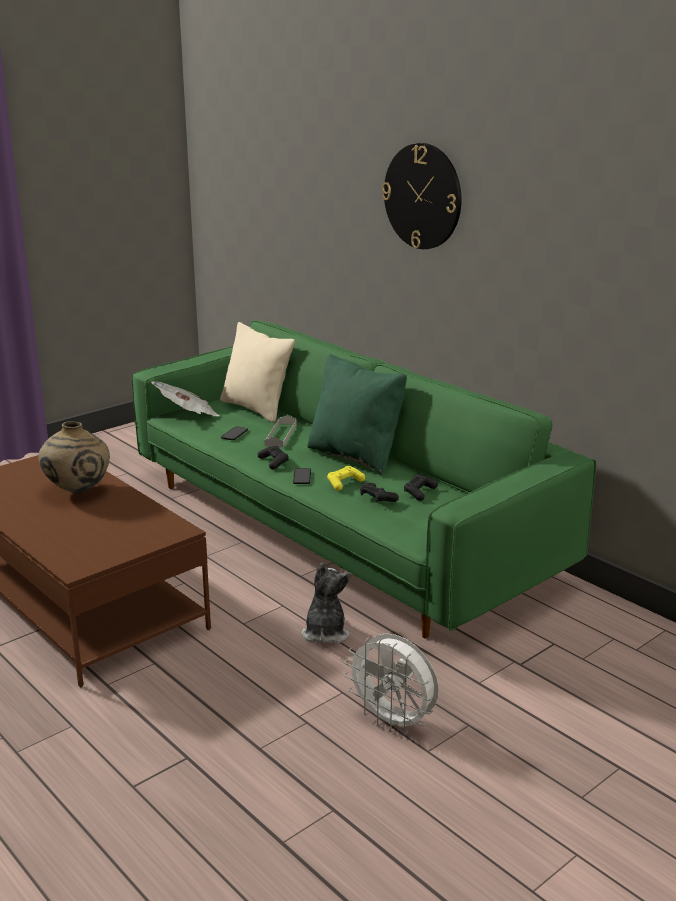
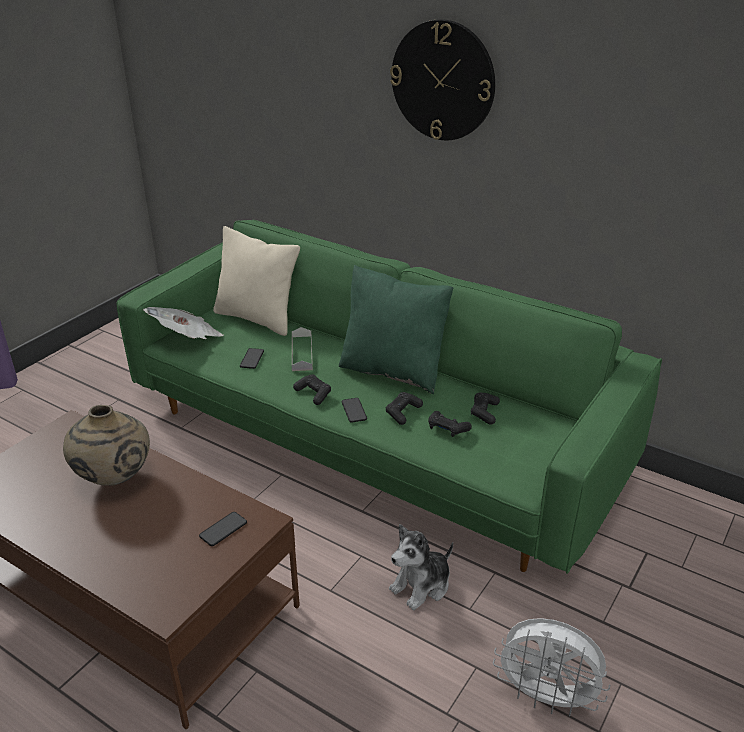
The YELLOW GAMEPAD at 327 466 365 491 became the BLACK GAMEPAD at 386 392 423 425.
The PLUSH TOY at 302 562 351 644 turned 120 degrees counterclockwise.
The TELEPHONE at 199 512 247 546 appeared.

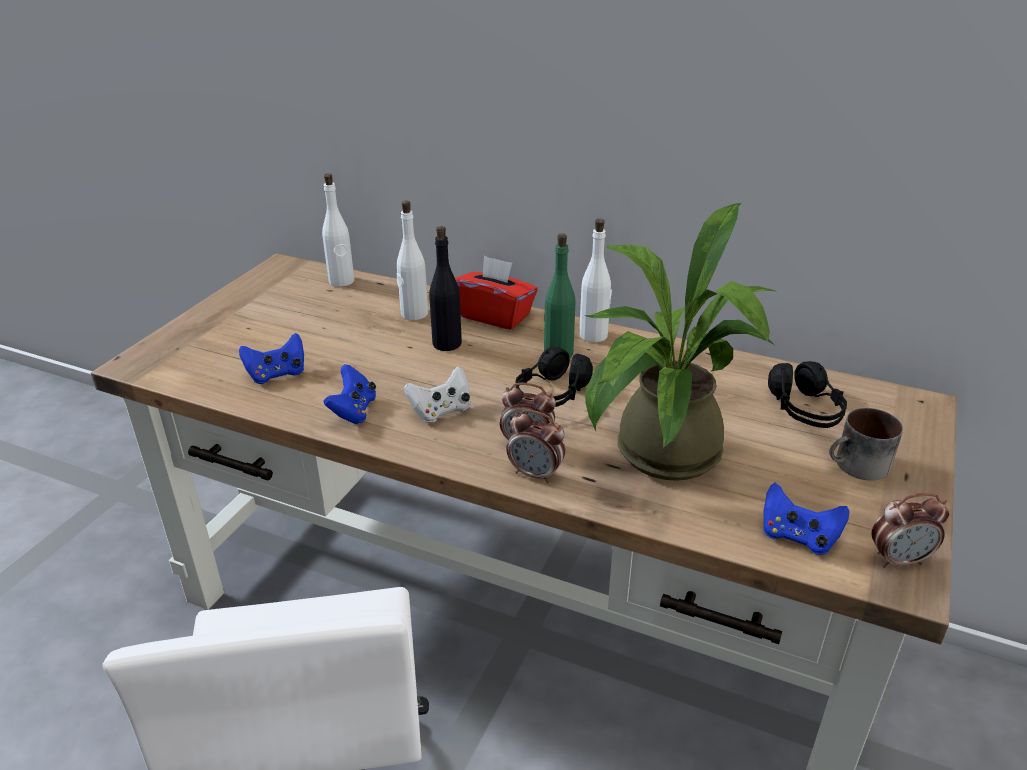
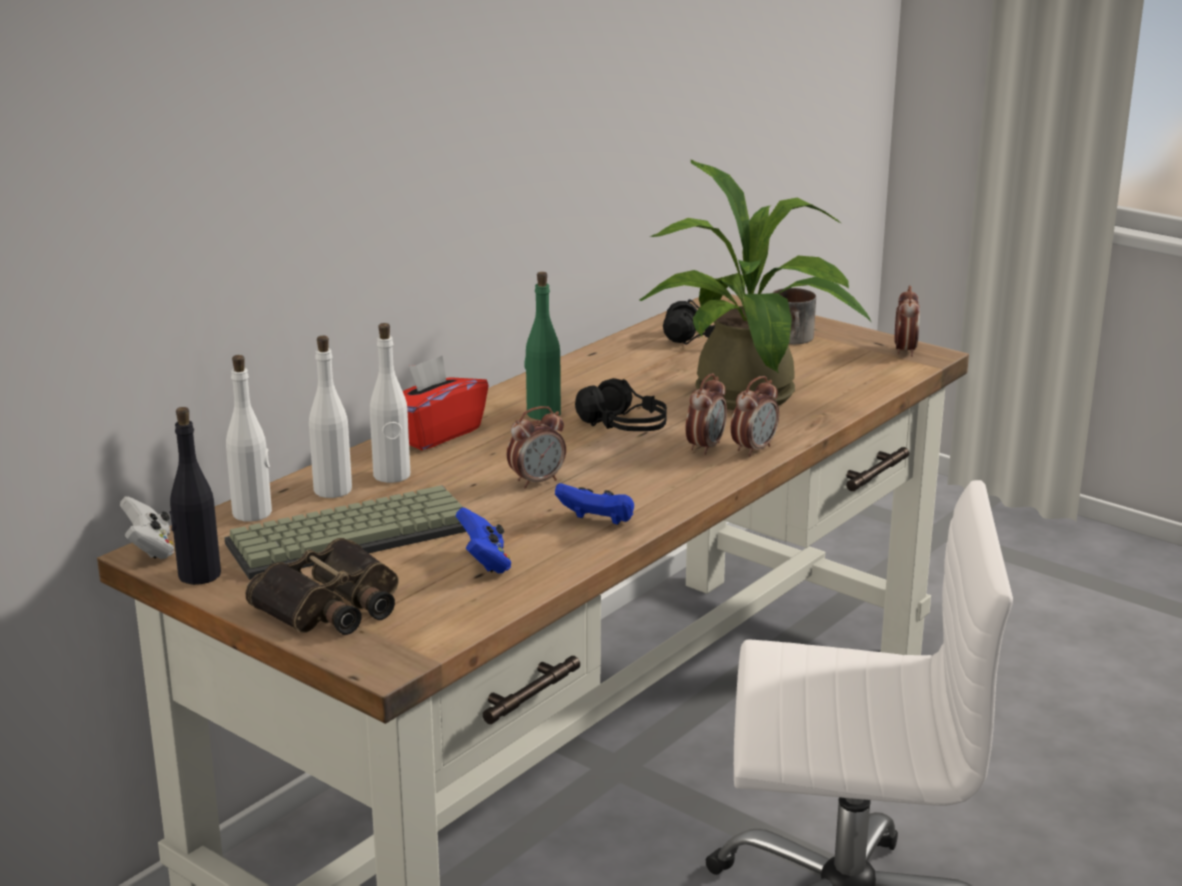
The WHITE-COLOURED BEVERAGE BOTTLE moved from 579 219 612 342 to 309 336 352 498.
The BLACK BEVERAGE BOTTLE moved from 429 226 462 351 to 169 407 221 585.
The WHITE-COLOURED GAMEPAD moved from 404 366 471 423 to 120 496 174 559.
The BLUE-COLOURED GAMEPAD at 763 483 849 555 disappeared.
The BEDSIDE CLOCK at 507 406 566 488 appeared.
The PC KEYBOARD at 225 485 466 580 appeared.
The BINOCULARS at 245 538 399 635 appeared.

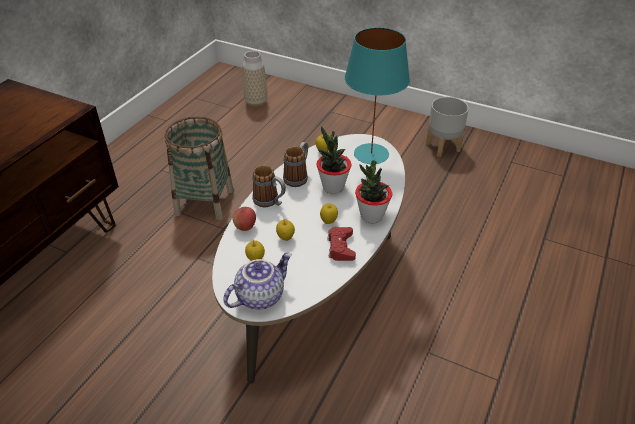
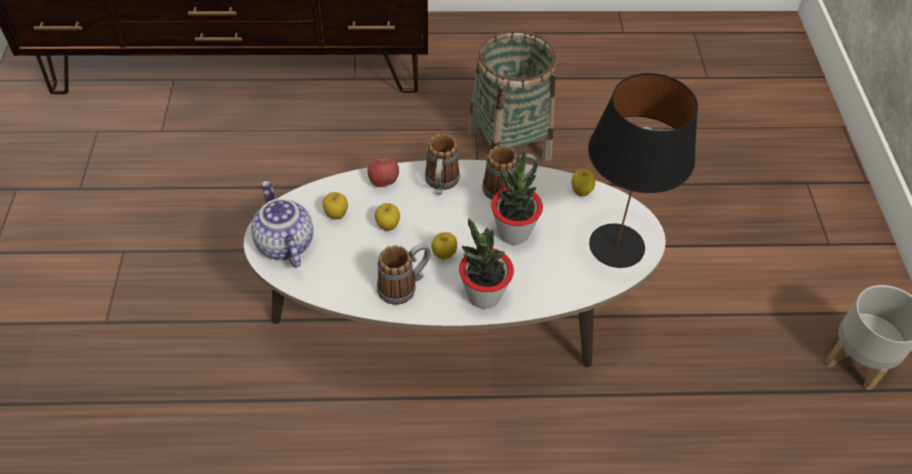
The TURQUOISE-COLOURED LAMP FOR A TABLE at 344 27 410 164 became the BLACK LAMP FOR A TABLE at 588 73 698 268.
The VASE at 243 51 268 107 disappeared.
The RED-COLOURED GAMEPAD at 327 227 356 261 was replaced by the MUG at 377 243 431 305.
The TEAPOT at 223 253 292 309 turned 135 degrees counterclockwise.

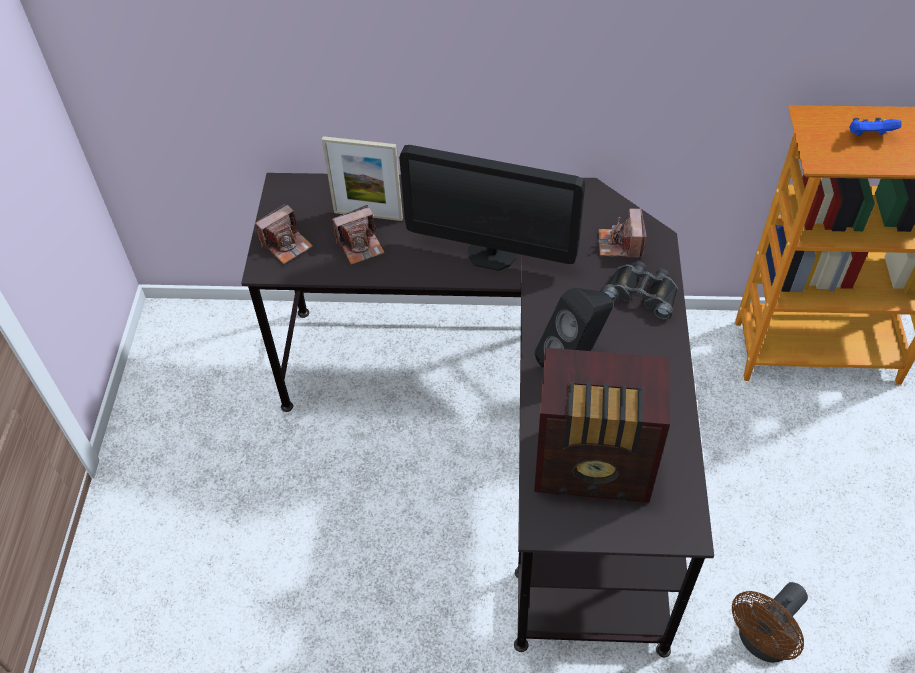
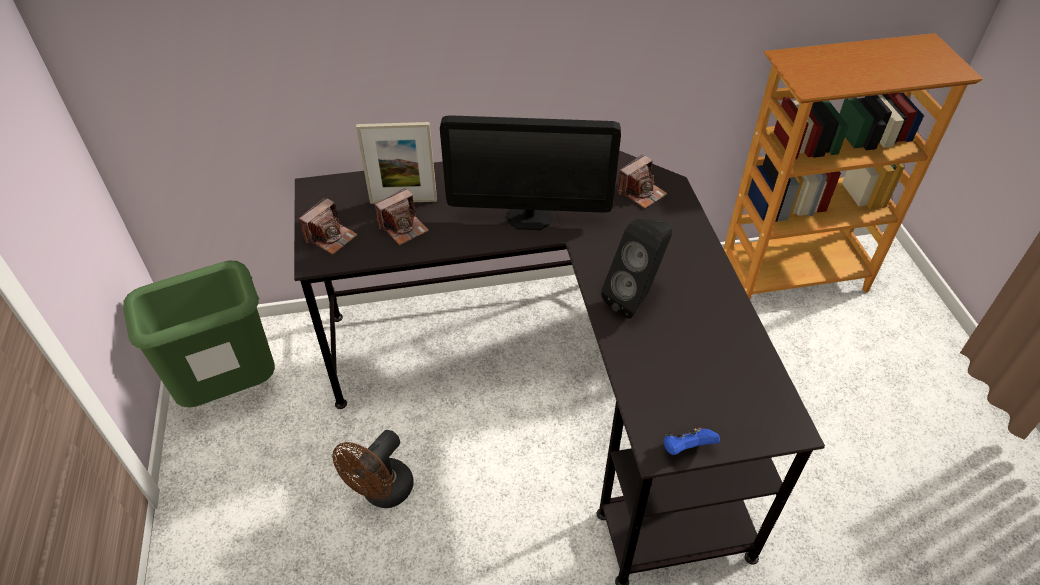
The BLUE-COLOURED GAMEPAD moved from 849 118 902 136 to 663 428 720 455.
The PHOTO CAMERA at 598 208 647 258 turned 120 degrees counterclockwise.
The BLACK BINOCULARS at 602 261 678 319 disappeared.
The RADIO RECEIVER at 534 348 670 502 disappeared.
The BROWNISH COOLING FAN moved from 732 582 808 663 to 332 430 414 508.
The GREENISH TRASH CAN at 123 261 275 408 appeared.

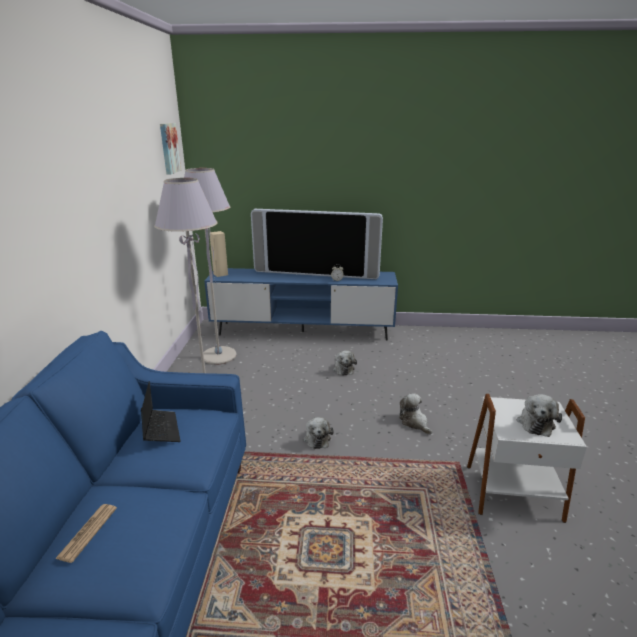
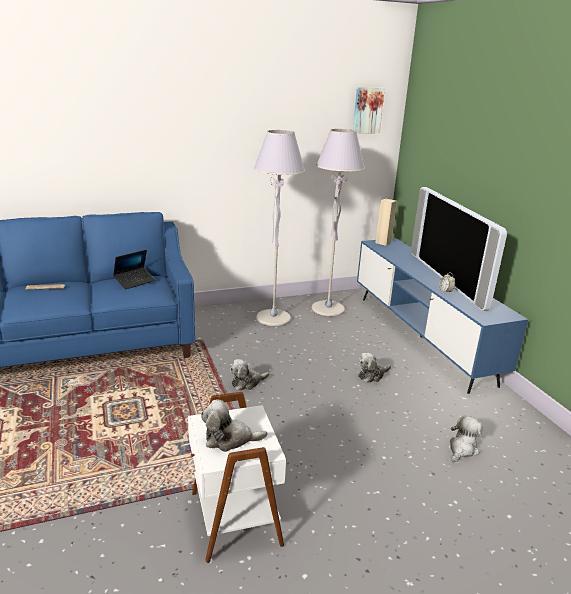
The PLUSH TOY moved from 399 393 432 435 to 450 416 483 462.

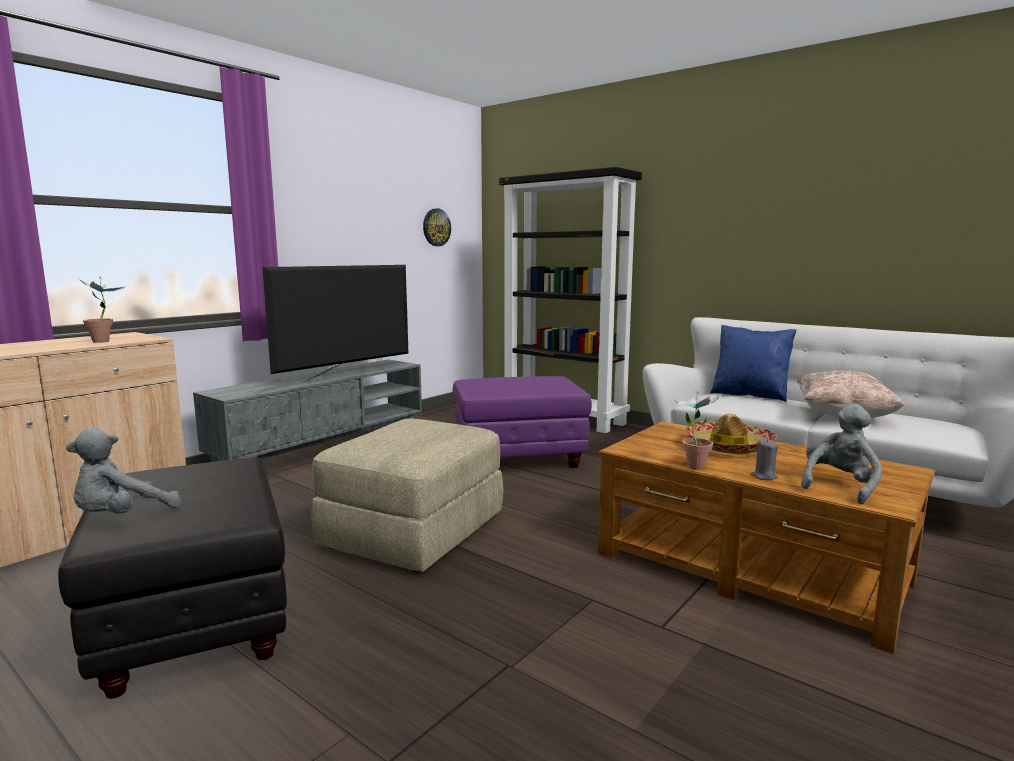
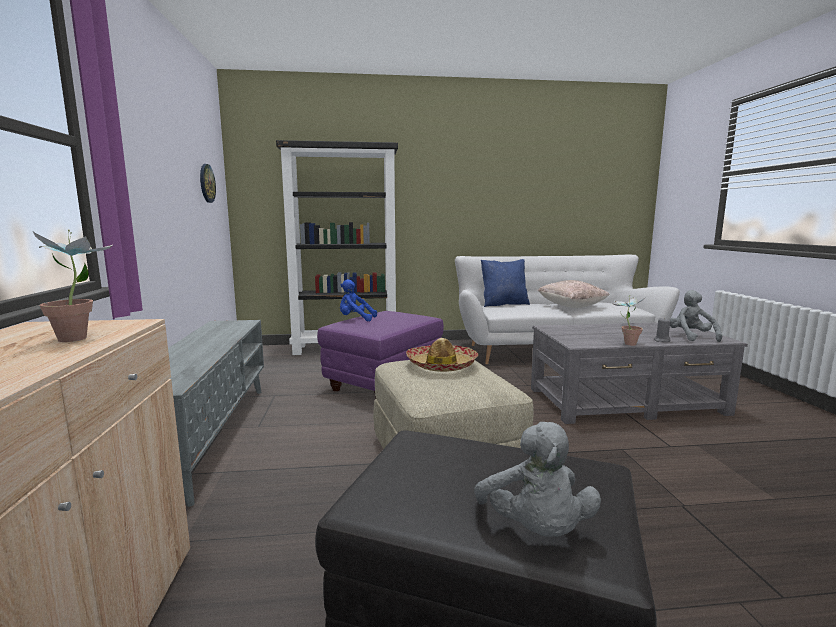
The TV at 262 265 409 382 disappeared.
The HAT moved from 685 413 777 454 to 406 338 479 372.
The BROWNISH LOUNGE TABLE at 598 421 935 654 became the GREYISH LOUNGE TABLE at 531 322 748 424.
The BLUE-COLOURED PLUSH TOY at 340 279 377 321 appeared.

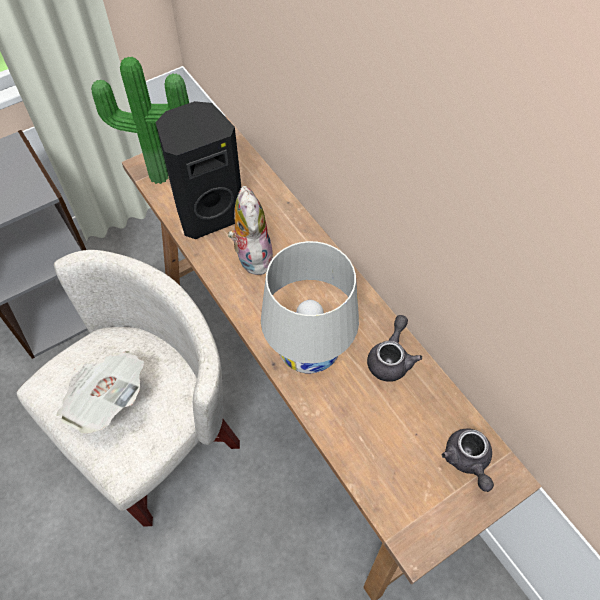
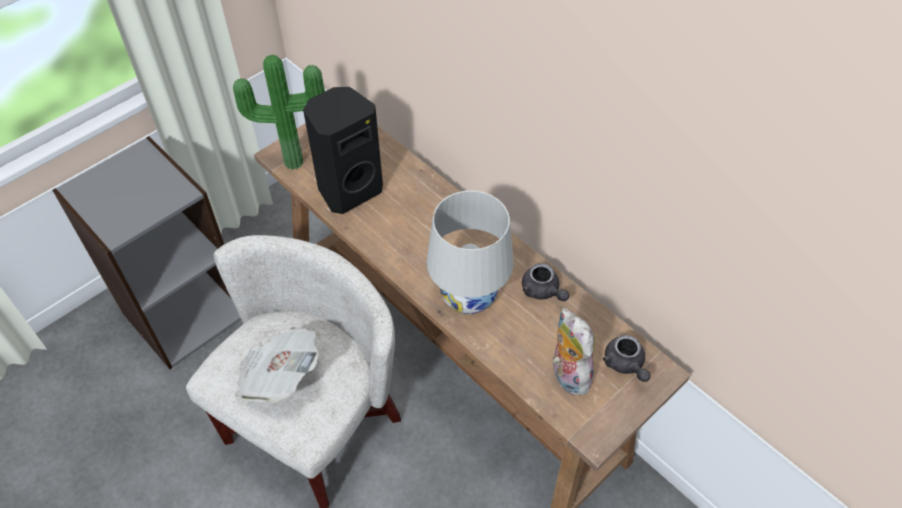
The PLUSH TOY moved from 228 186 273 275 to 553 308 595 395.
The GREYISH TEAPOT at 367 315 422 382 turned 135 degrees clockwise.

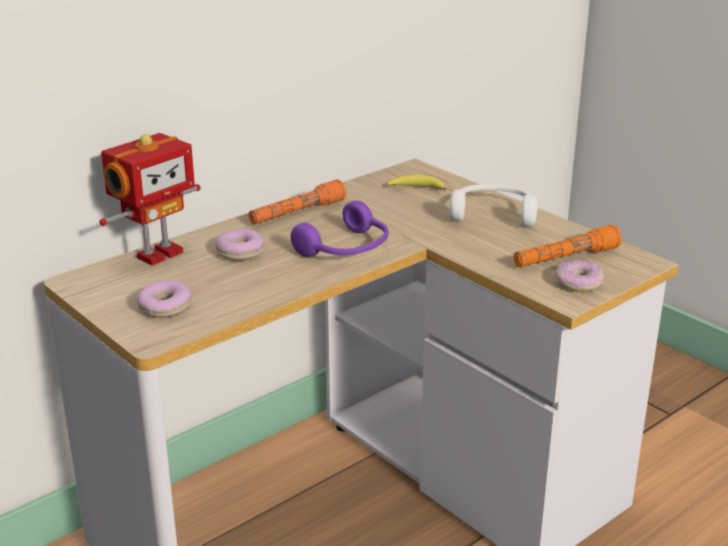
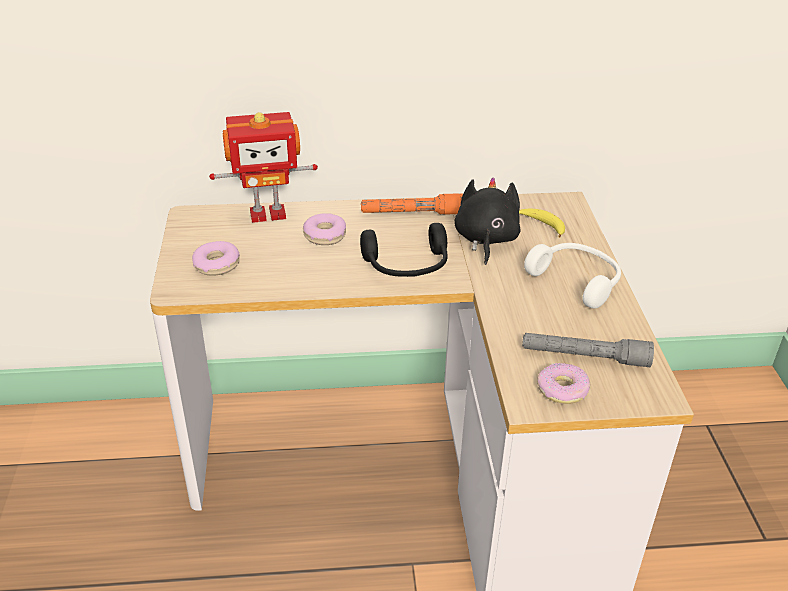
The PURPLE HEADSET at 291 201 389 257 became the BLACK HEADSET at 360 223 448 277.
The ORANGE-COLOURED TORCH at 513 225 622 267 became the GREYISH TORCH at 522 333 654 367.
The BLACK PLUSH TOY at 455 177 520 265 appeared.

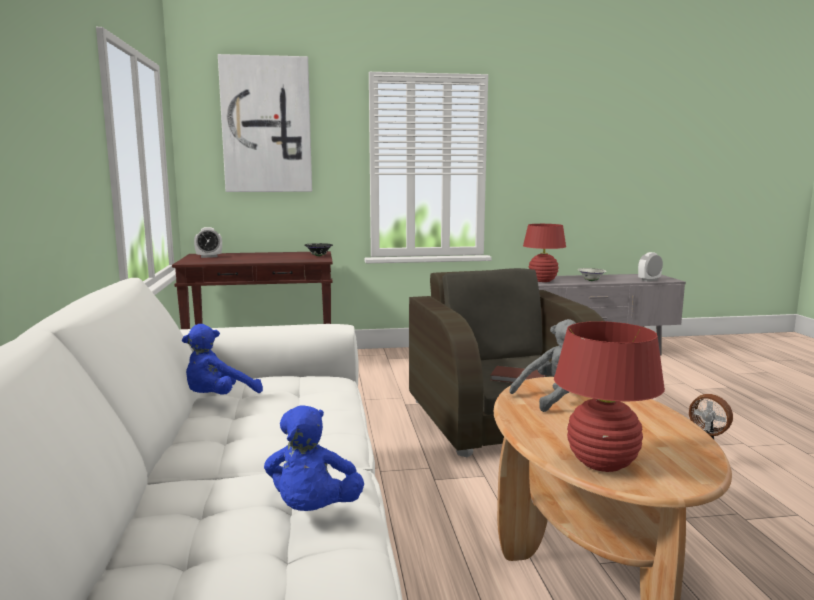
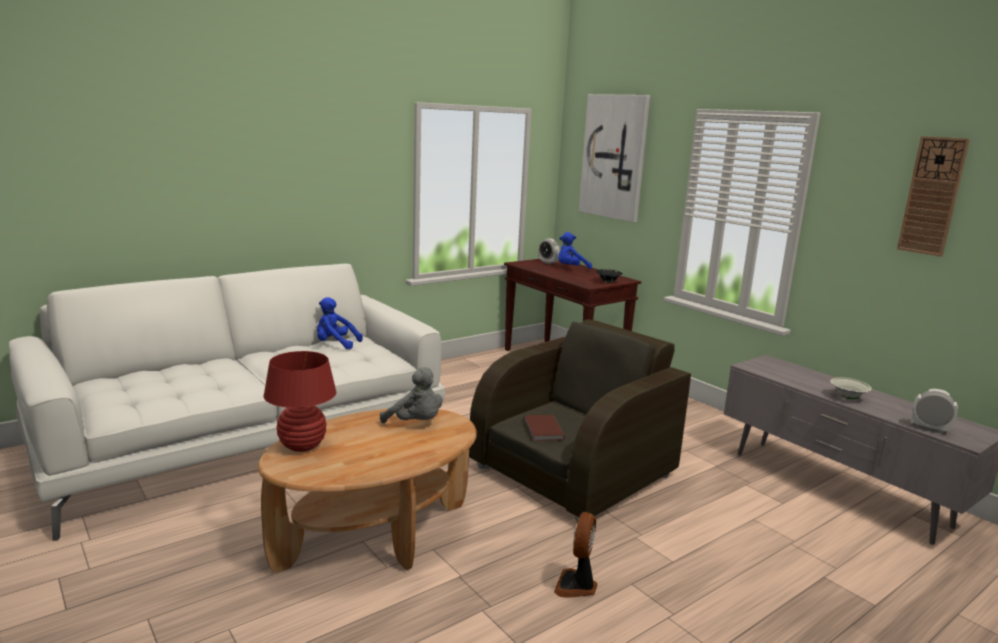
The RED-COLOURED LAMP FOR A TABLE at 523 224 566 282 disappeared.
The BLUE-COLOURED PLUSH TOY moved from 264 405 364 511 to 558 232 592 269.
The HANGING CLOCK at 897 136 970 257 appeared.

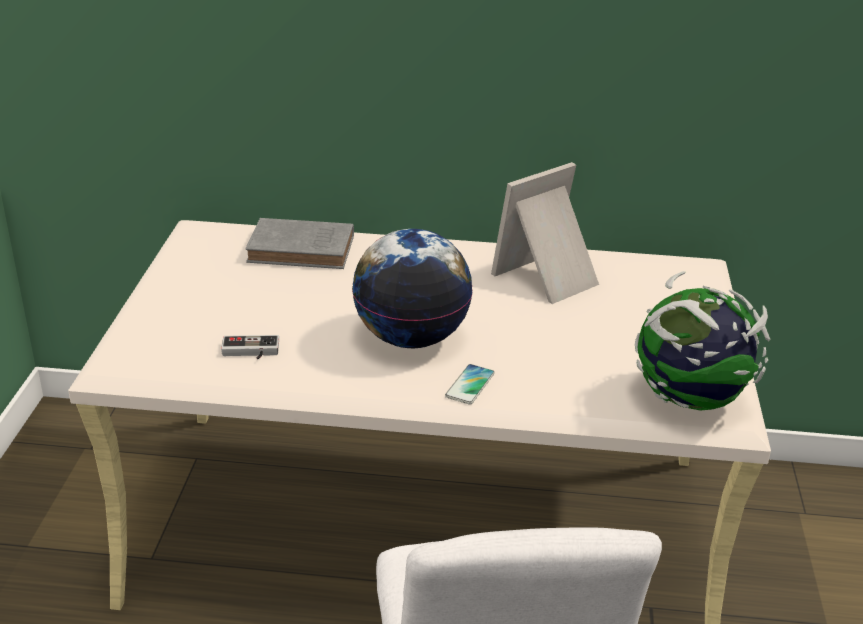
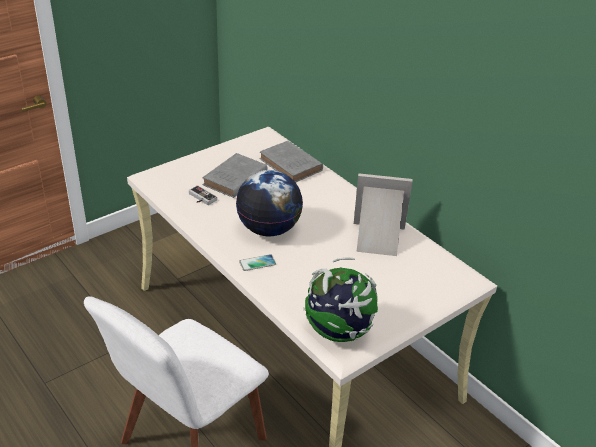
The GREYISH BOOK at 202 153 268 198 appeared.

